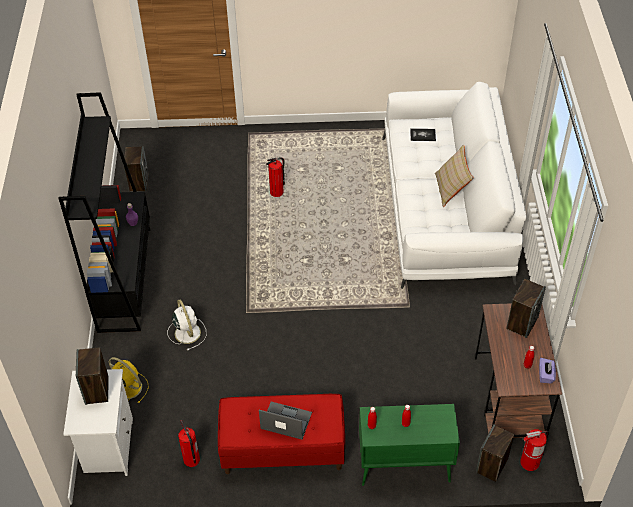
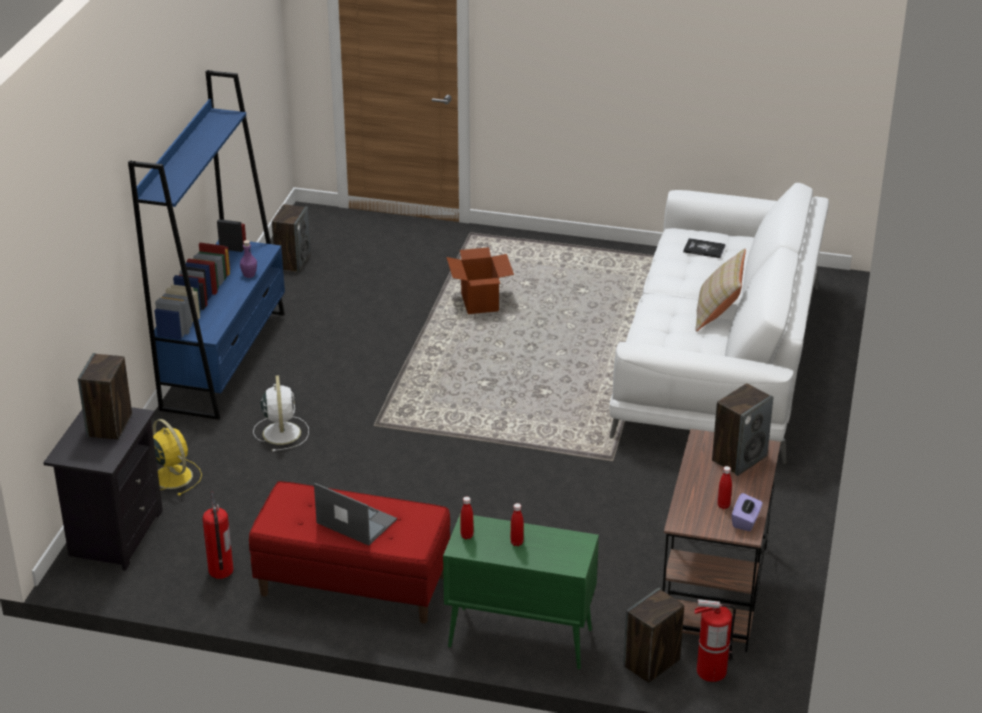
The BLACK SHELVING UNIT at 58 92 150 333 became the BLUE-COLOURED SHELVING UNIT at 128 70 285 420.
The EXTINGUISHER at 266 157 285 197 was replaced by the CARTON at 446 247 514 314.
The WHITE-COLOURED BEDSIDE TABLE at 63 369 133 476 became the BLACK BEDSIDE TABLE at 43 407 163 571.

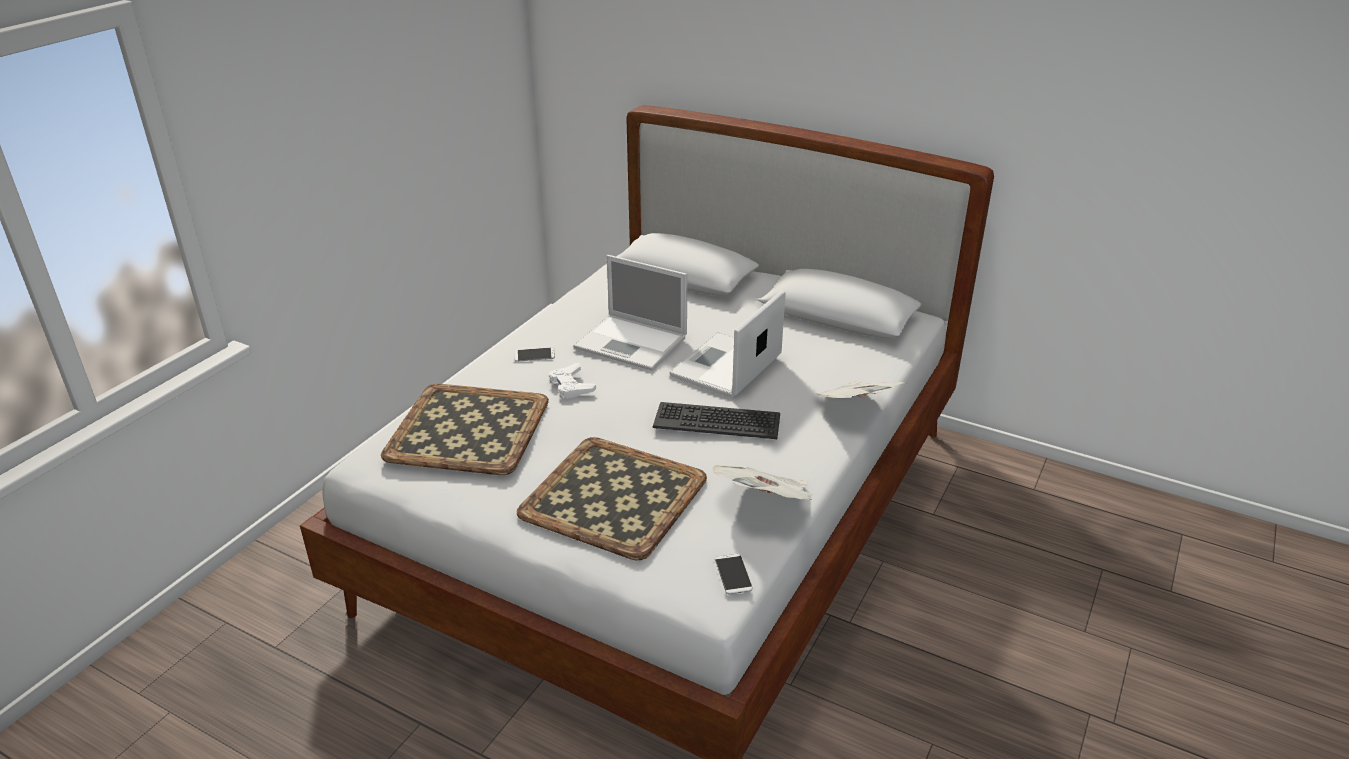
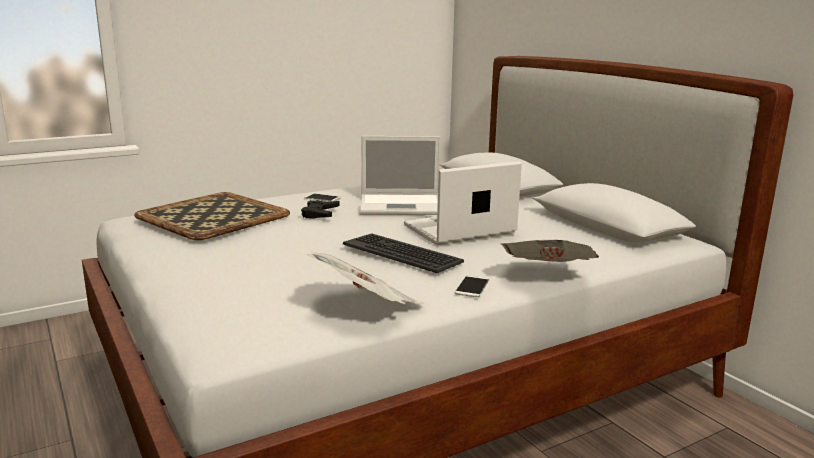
The LAPTOP at 573 255 687 371 turned 60 degrees counterclockwise.
The WHITE-COLOURED GAMEPAD at 549 363 596 399 became the BLACK GAMEPAD at 301 200 339 219.
The SERVING TRAY at 517 437 707 560 disappeared.
The TELEPHONE moved from 715 554 753 595 to 455 275 489 297.

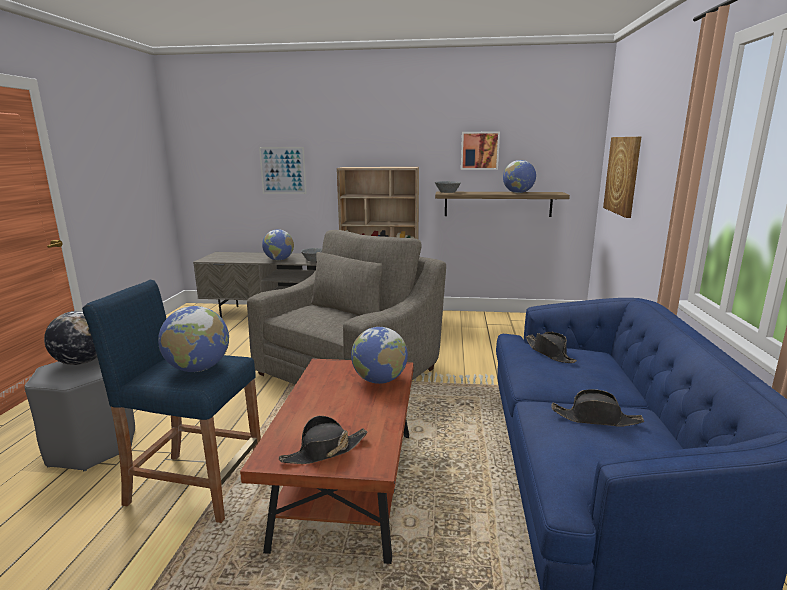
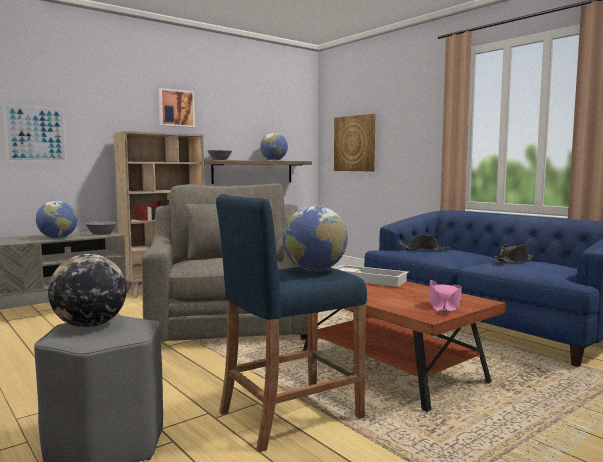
The WALL ART moved from 461 131 500 170 to 159 88 195 127.
The WORLD GLOBE at 351 327 408 384 was replaced by the WHITE-COLOURED SERVING TRAY at 334 265 409 287.
The BLACK HAT at 279 416 367 464 became the PINK-COLOURED HAT at 430 280 462 313.

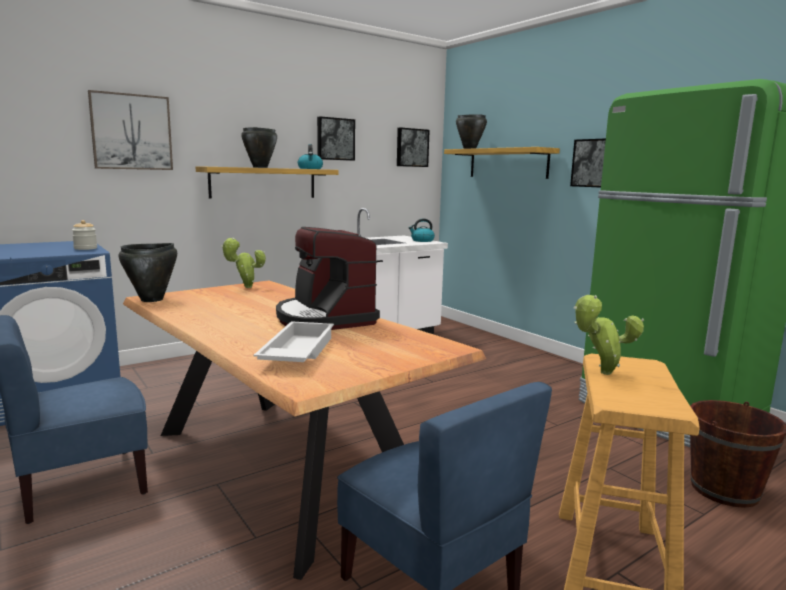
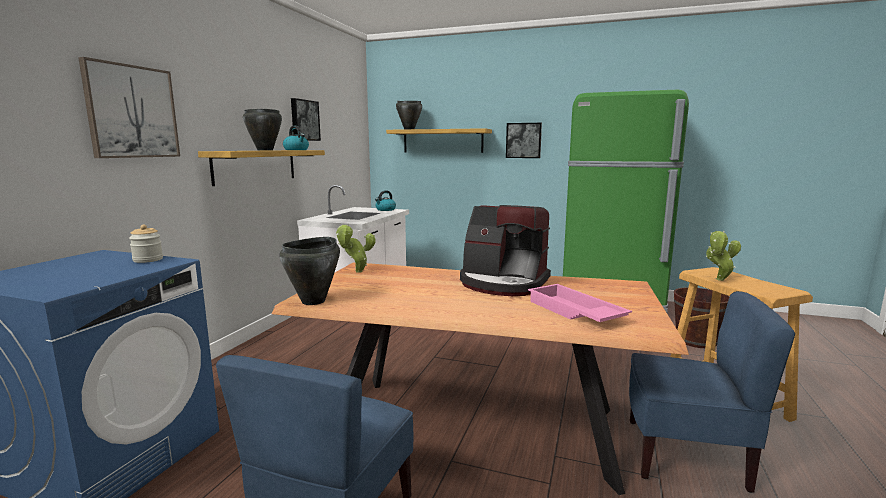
The WALL ART at 397 127 430 167 disappeared.
The WHITE-COLOURED SERVING TRAY at 254 321 334 362 became the PINK-COLOURED SERVING TRAY at 528 284 632 322.

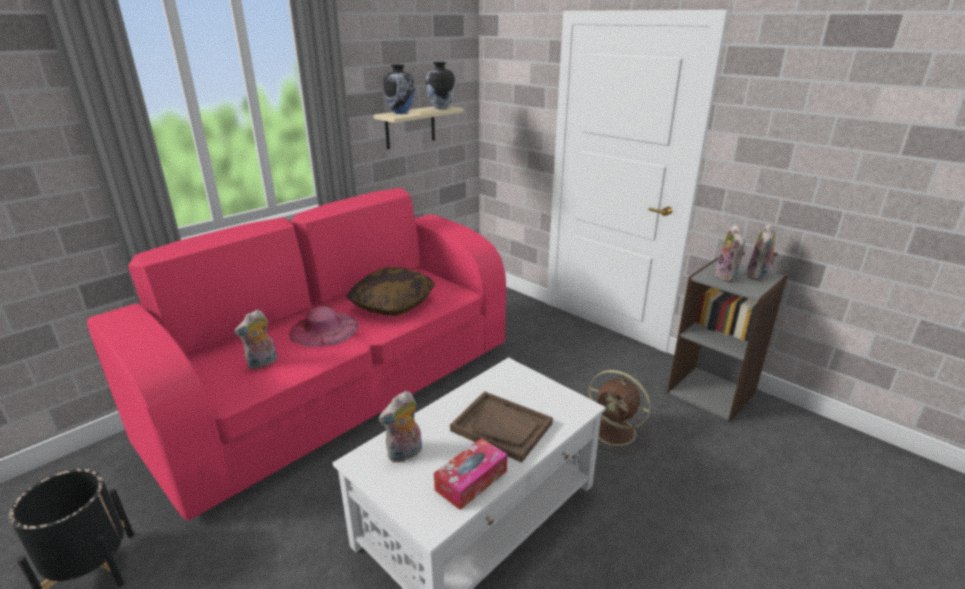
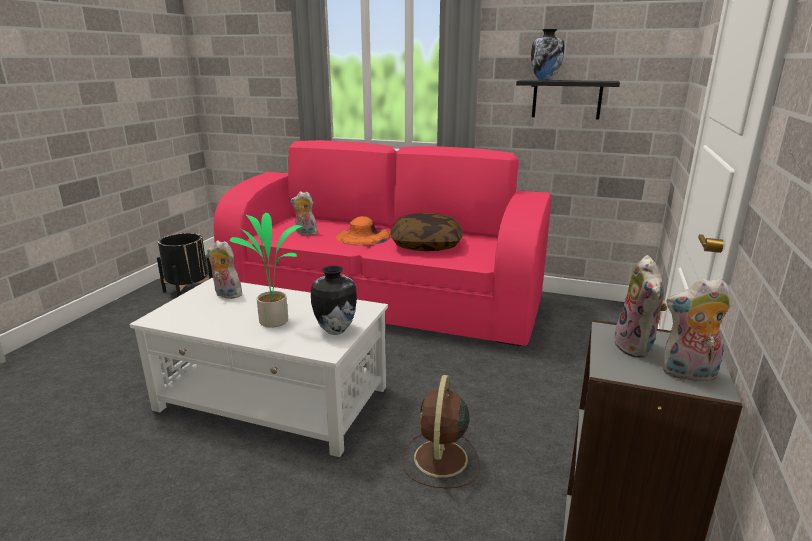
The VASE moved from 426 62 455 109 to 311 266 357 335.
The BEIGE-COLOURED WALL SHELF at 374 106 463 149 became the BLACK WALL SHELF at 516 80 620 119.
The PLUSH TOY at 715 224 745 282 turned 60 degrees counterclockwise.
The PINK-COLOURED HAT at 290 306 358 347 became the ORANGE-COLOURED HAT at 336 216 390 245.
The BROWNISH SERVING TRAY at 450 391 553 463 was replaced by the HOUSEPLANT at 230 213 302 328.
The TISSUE BOX at 434 438 507 510 disappeared.

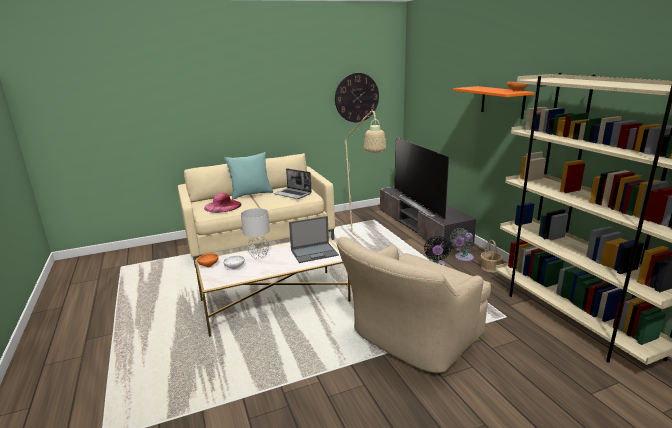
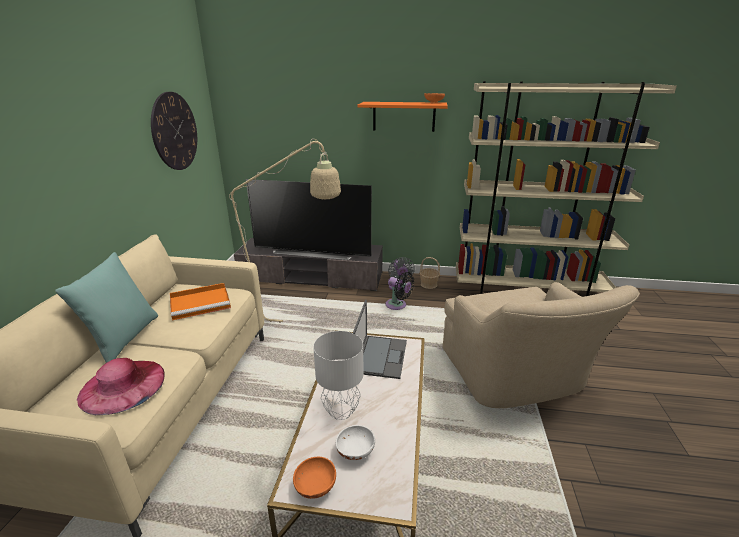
The LAPTOP at 274 168 312 199 was replaced by the ORANGE-COLOURED SERVING TRAY at 170 283 231 320.

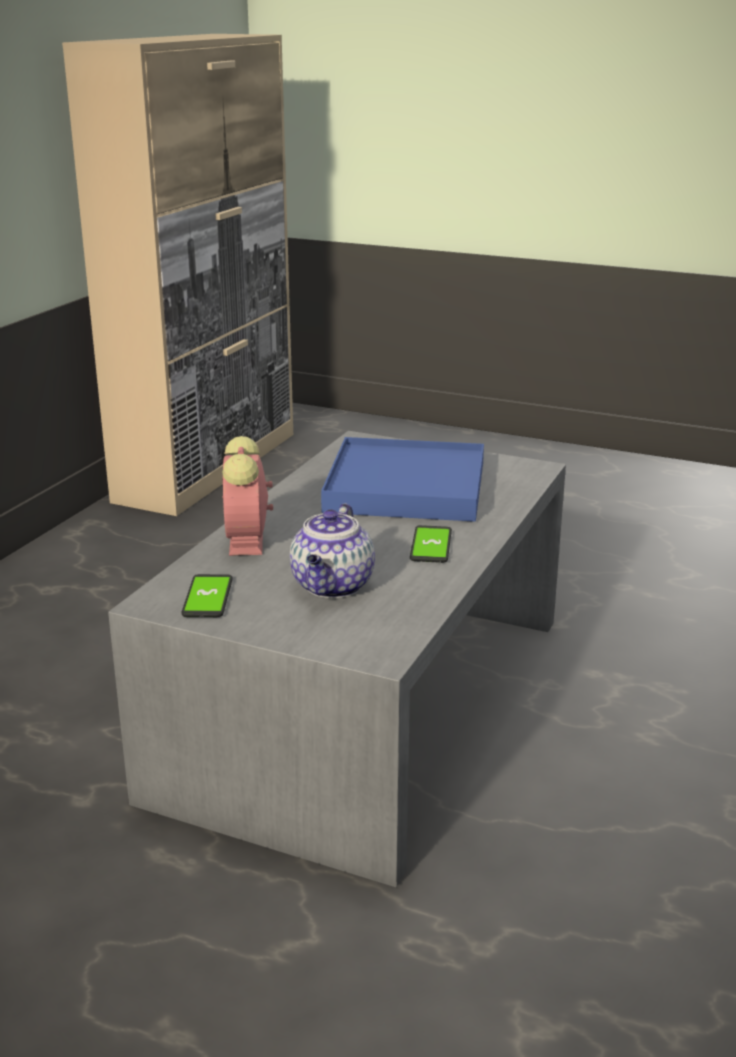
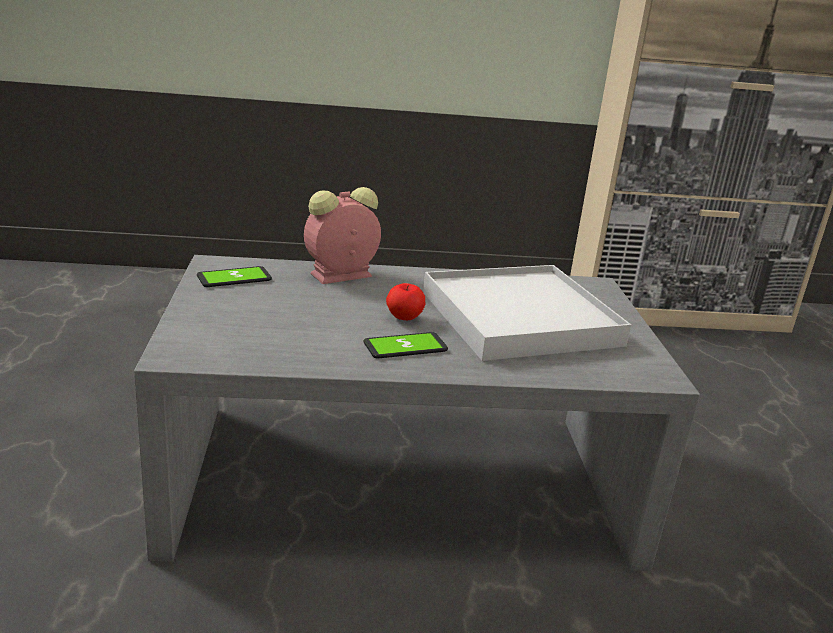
The BLUE-COLOURED SERVING TRAY at 321 437 484 522 became the WHITE-COLOURED SERVING TRAY at 423 265 631 361.
The TEAPOT at 290 503 375 598 disappeared.
The APPLE at 386 283 425 320 appeared.

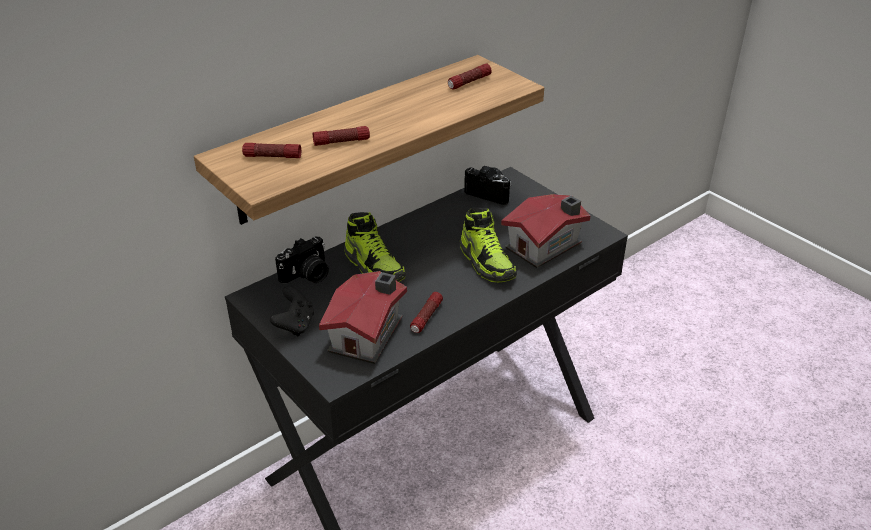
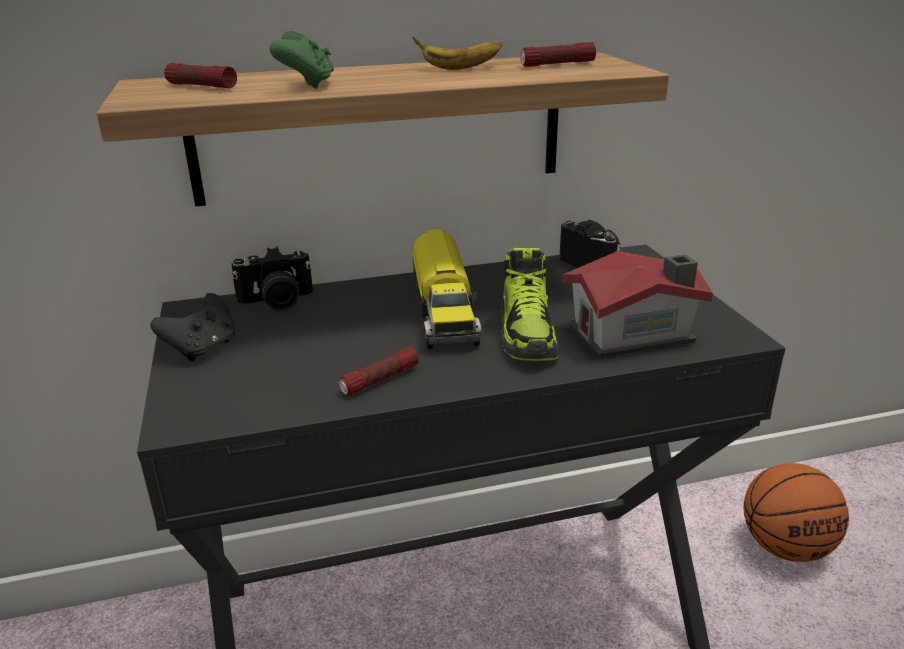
The TORCH at 313 126 370 146 was replaced by the GREENISH GAMEPAD at 270 31 334 89.
The ITEM OF FOOTWEAR at 344 212 406 282 disappeared.
The MODEL HOUSE at 319 271 407 364 disappeared.
The BANANA FRUIT at 412 37 502 70 appeared.
The MODEL TRUCK at 413 229 482 349 appeared.
The BALL FOR BASKETBALL at 744 463 849 562 appeared.

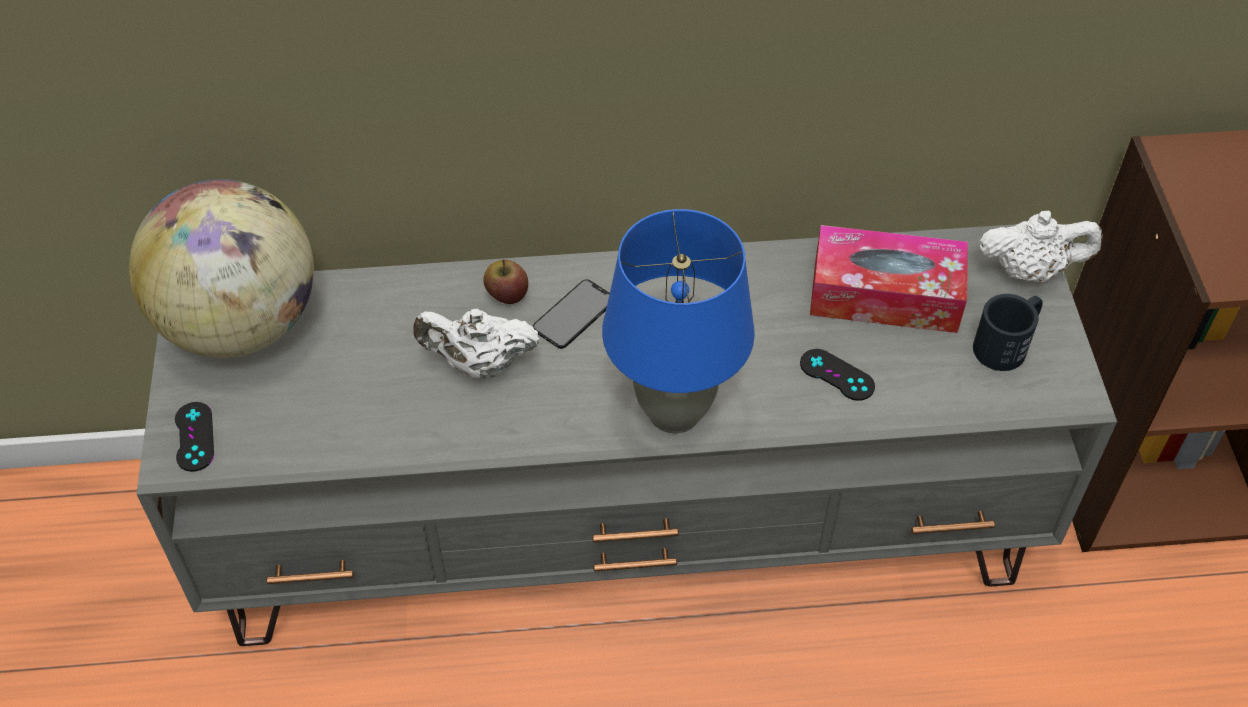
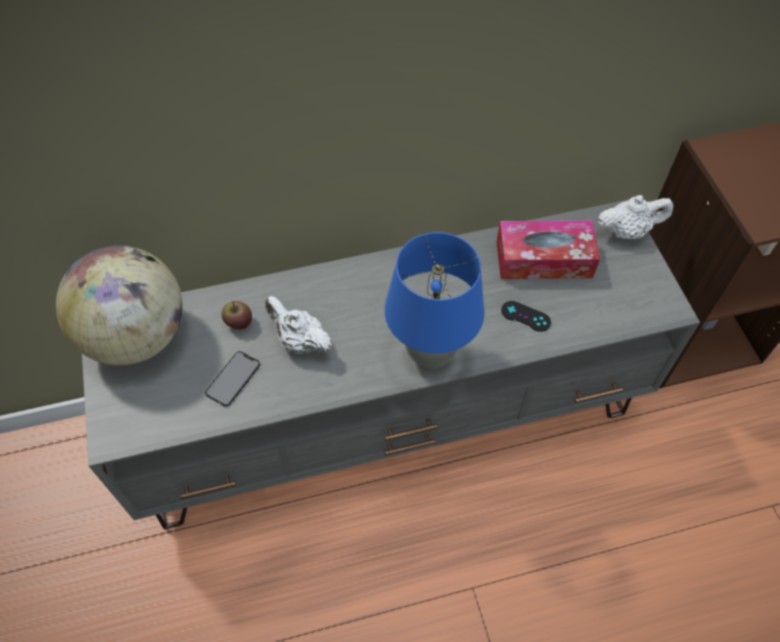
The APPLE moved from 483 259 528 304 to 221 301 252 330.
The TELEPHONE moved from 533 279 610 349 to 205 351 260 407.
The BLACK MUG at 973 294 1043 371 disappeared.
The WHITE-COLOURED TEAPOT at 413 309 539 378 turned 45 degrees clockwise.
The BLACK GAMEPAD at 175 402 214 472 disappeared.

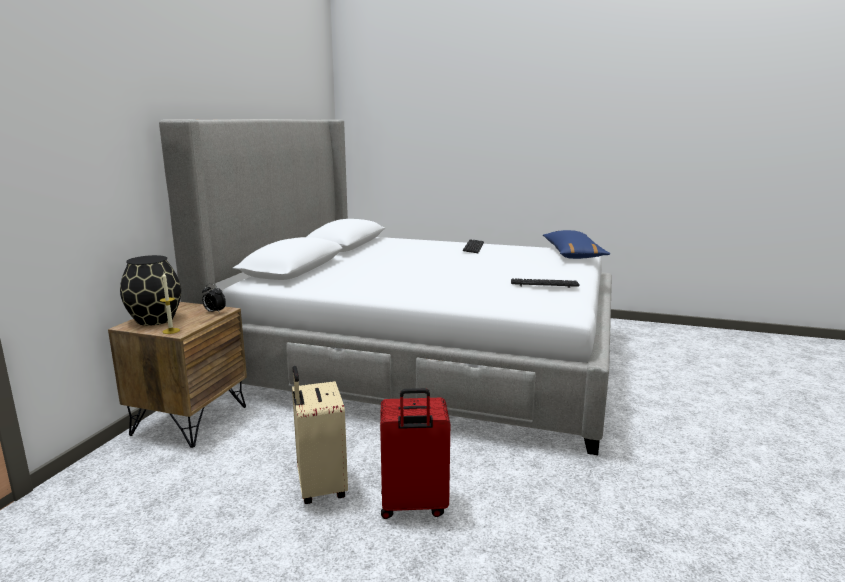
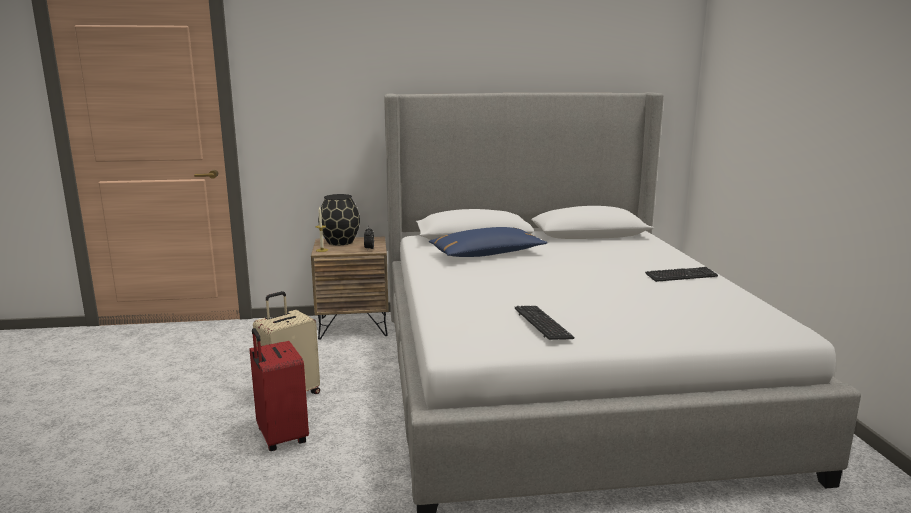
The BLUE-COLOURED THROW PILLOW moved from 543 230 610 259 to 429 227 548 257.

